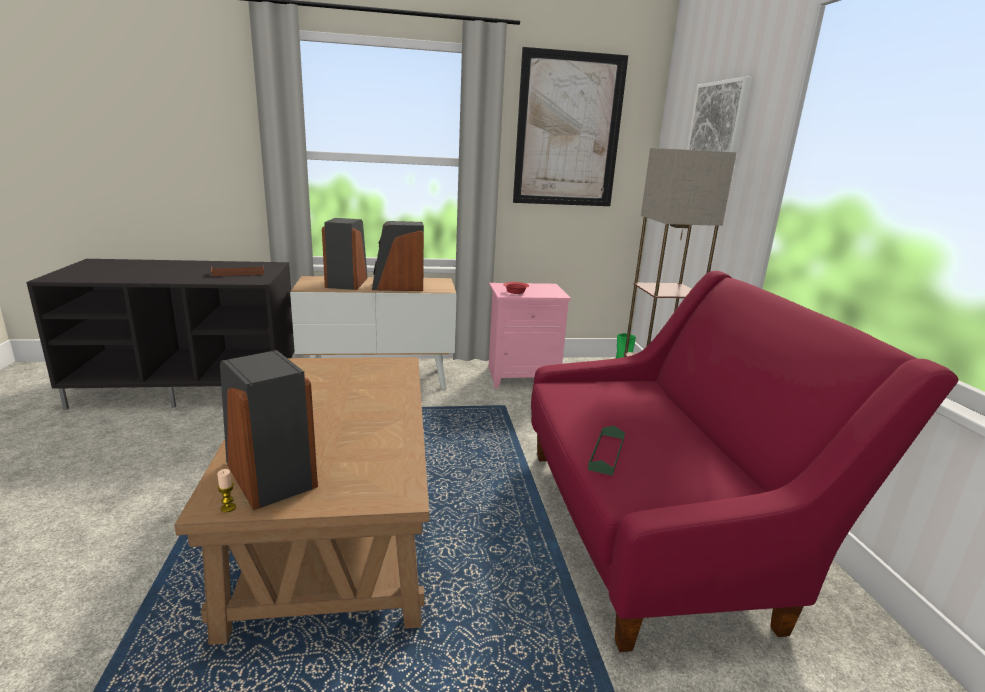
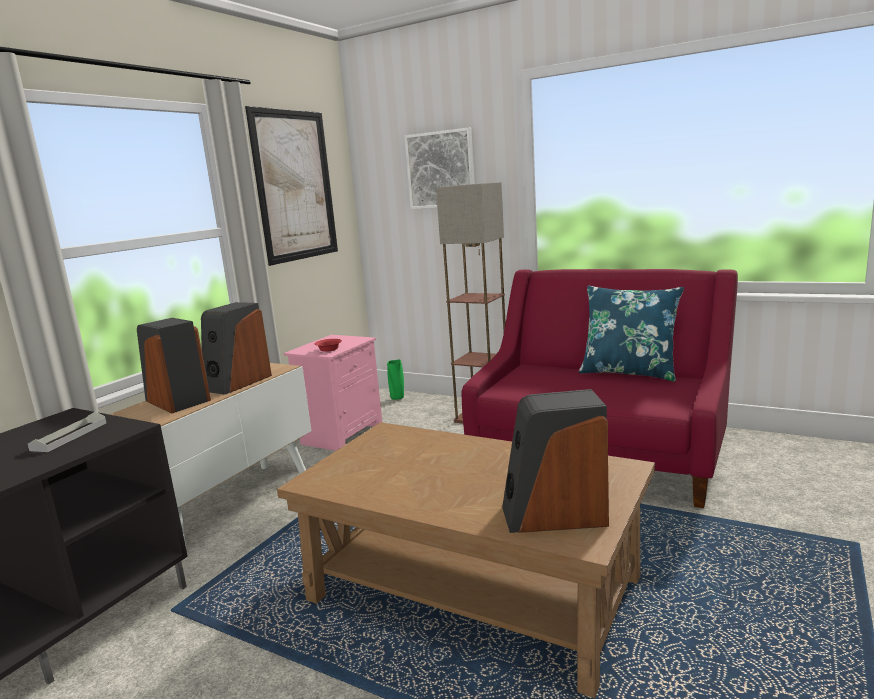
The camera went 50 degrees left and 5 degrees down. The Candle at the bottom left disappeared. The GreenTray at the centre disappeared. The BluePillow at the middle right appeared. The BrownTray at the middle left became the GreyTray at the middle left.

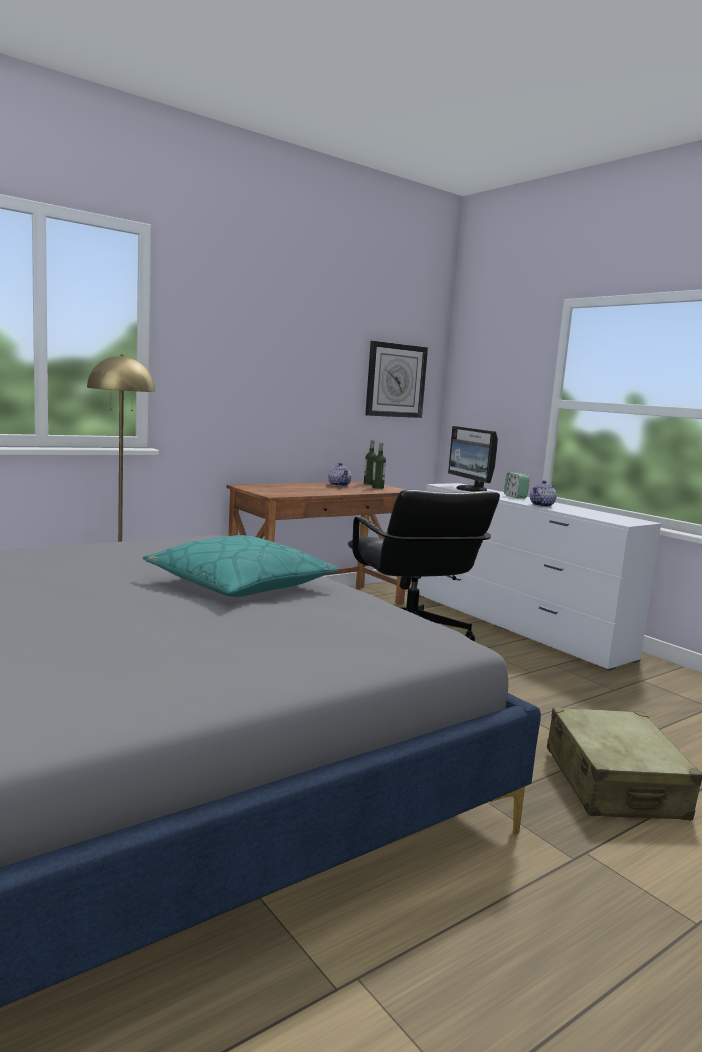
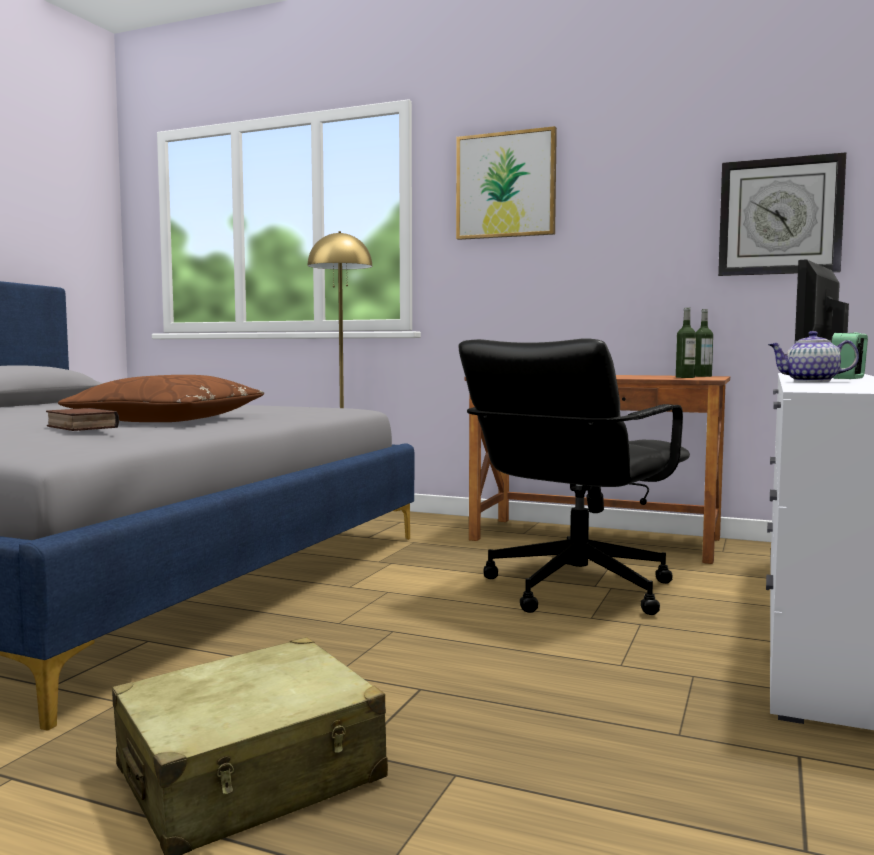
The camera went 60 degrees right and 5 degrees down. The Teapot (1st from left) at the centre disappeared. The Book at the middle left appeared. The Picture at the top centre appeared. The TurquoisePillow at the centre became the BrownPillow at the middle left.

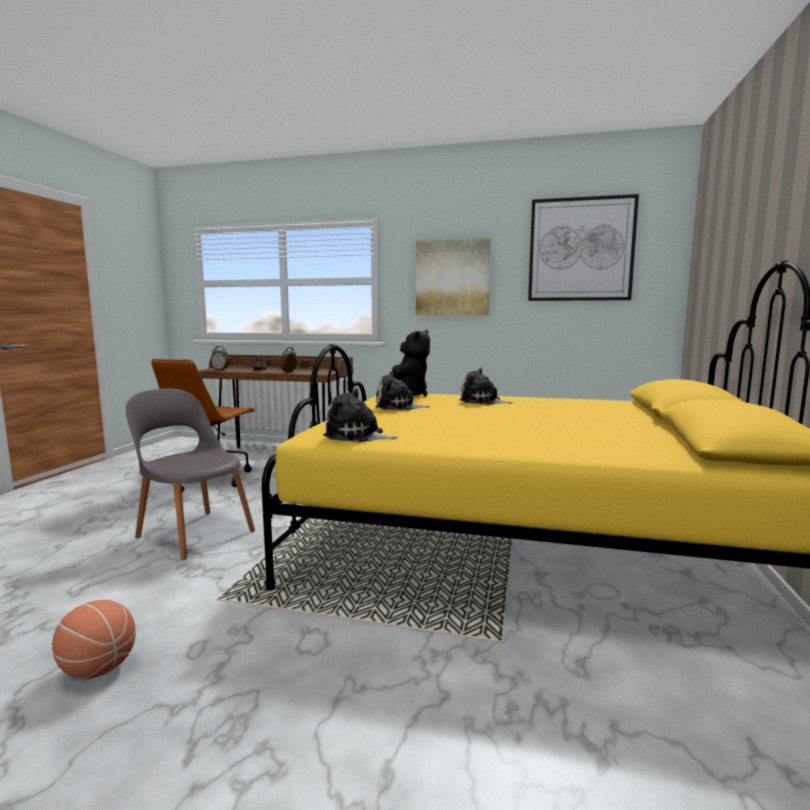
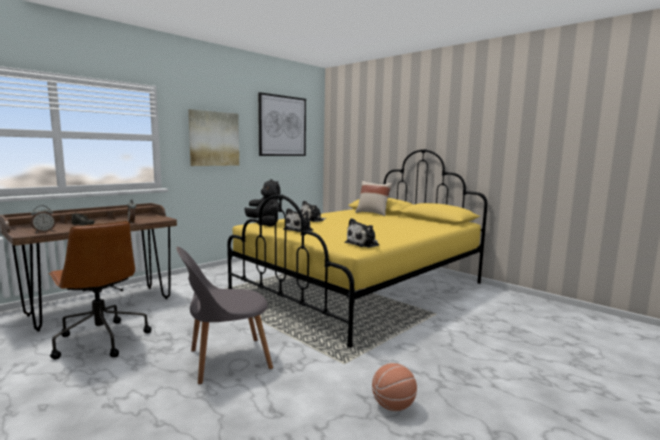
The camera went 60 degrees left and 0 degrees up. The BeigePillow at the centre appeared.

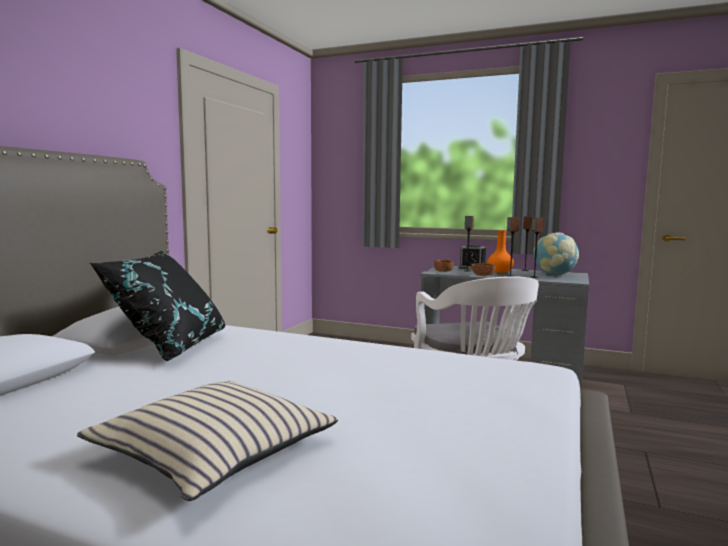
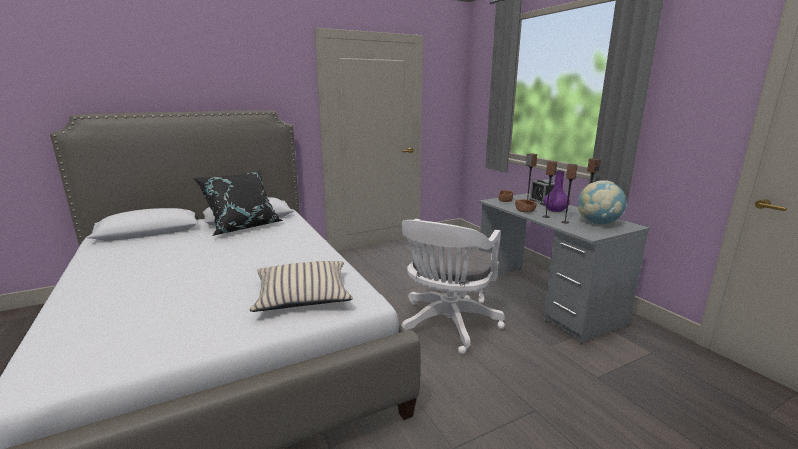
The camera went 40 degrees right and 10 degrees up. The BeigePillow moved from the bottom left to the centre. The OrangeVase at the middle right became the PurpleVase at the middle right.

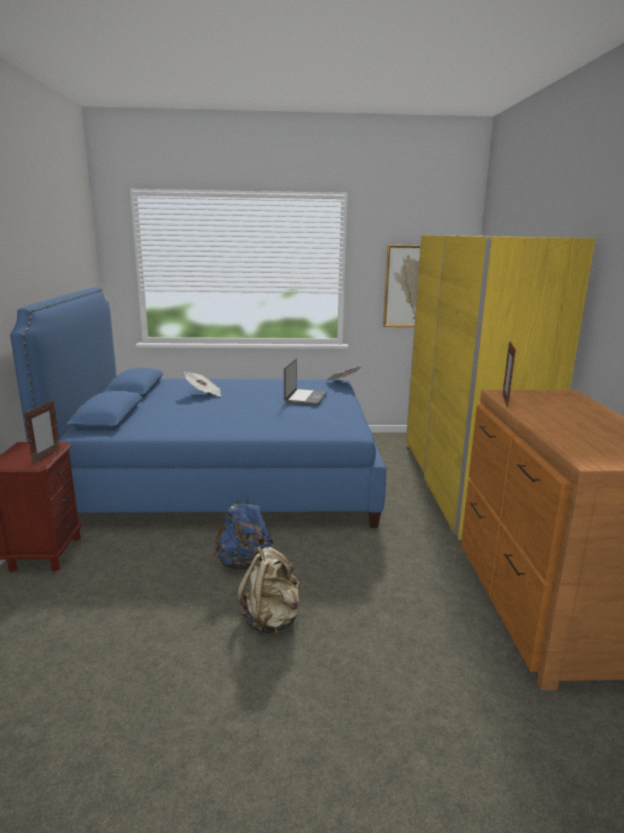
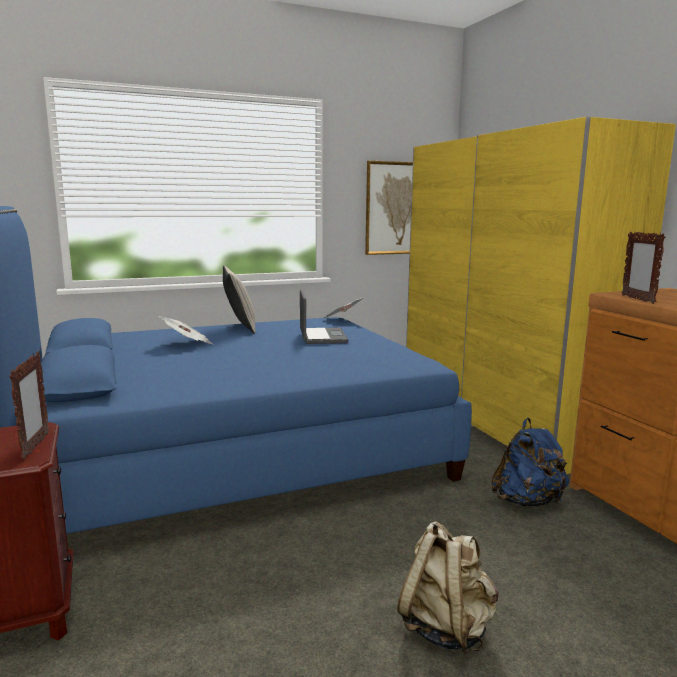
The camera went 20 degrees left and 5 degrees down. The BeigePillow at the centre appeared. The BlueBackpack moved from the centre to the bottom right.

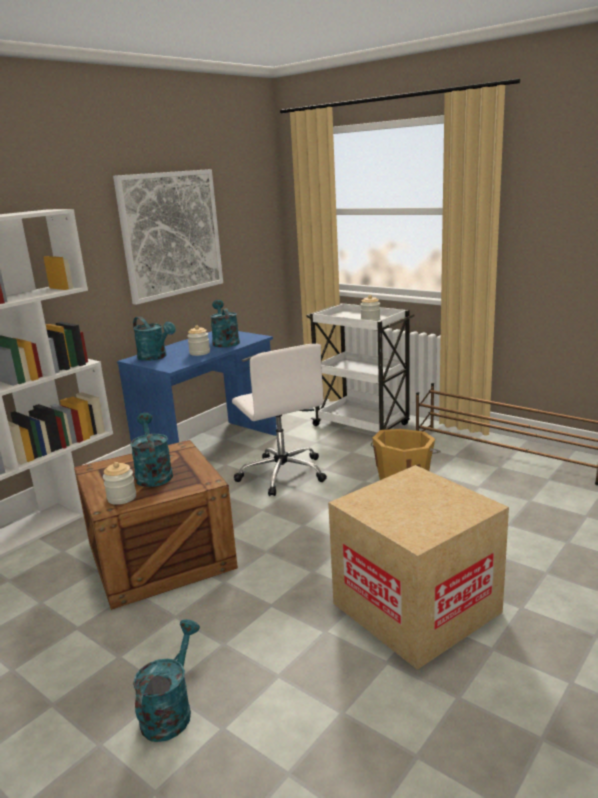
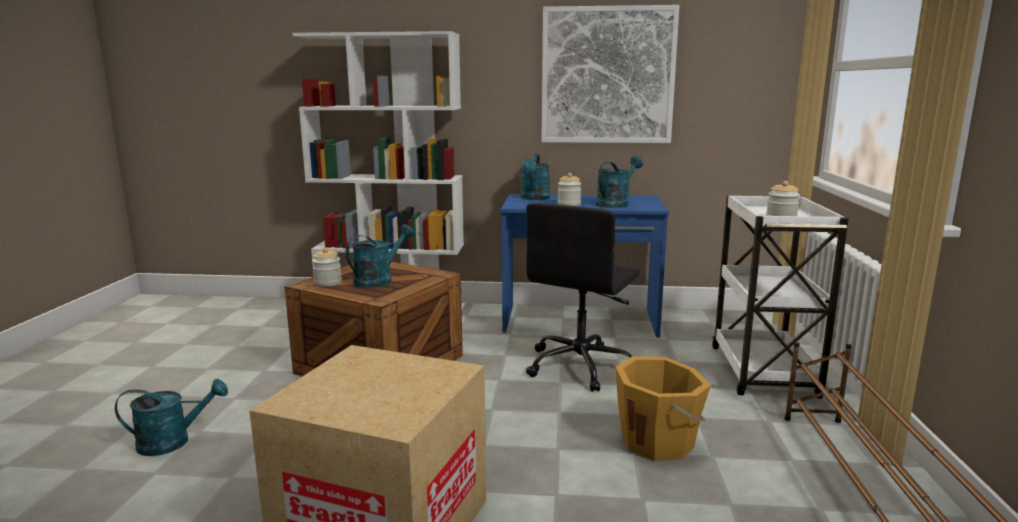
The camera went 55 degrees right and 5 degrees down. The WhiteOfficeChair at the centre became the BlackOfficeChair at the centre.

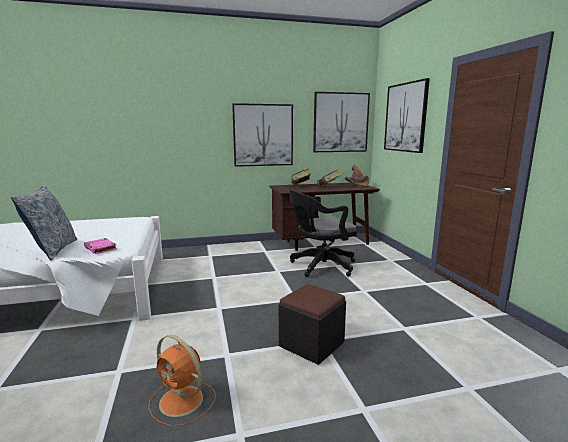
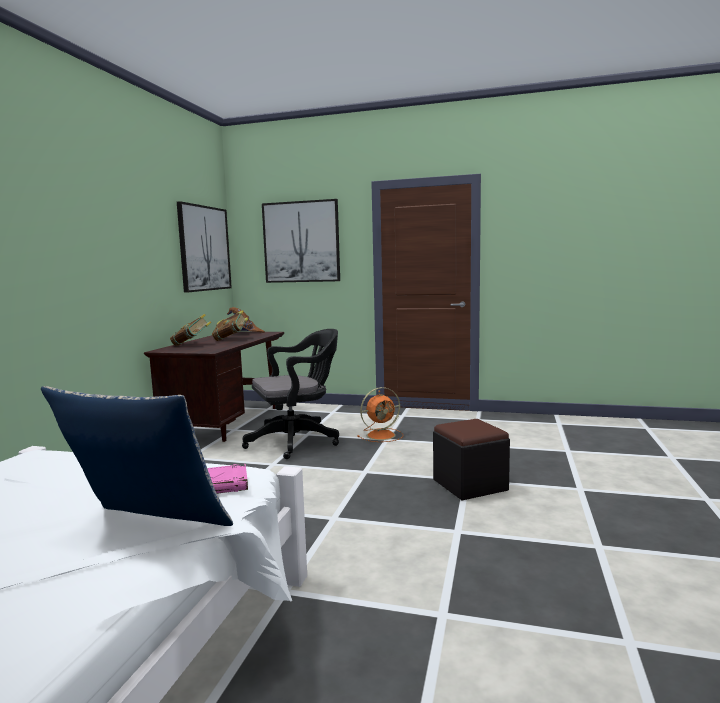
The camera went 60 degrees left and 5 degrees down. The Picture (1st from left) at the top centre disappeared. The OrangeFan moved from the bottom left to the centre. The BlackOfficeChair at the centre turned 120 degrees counterclockwise.

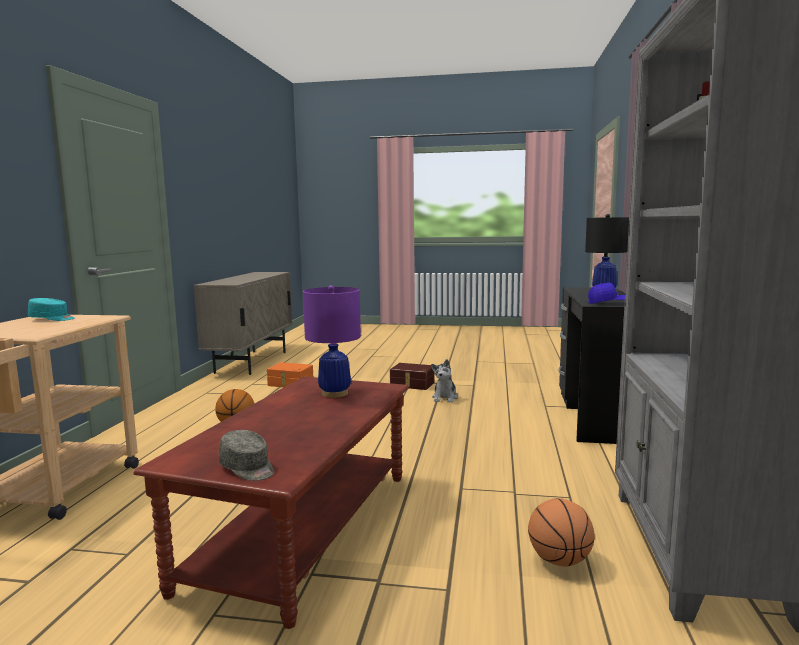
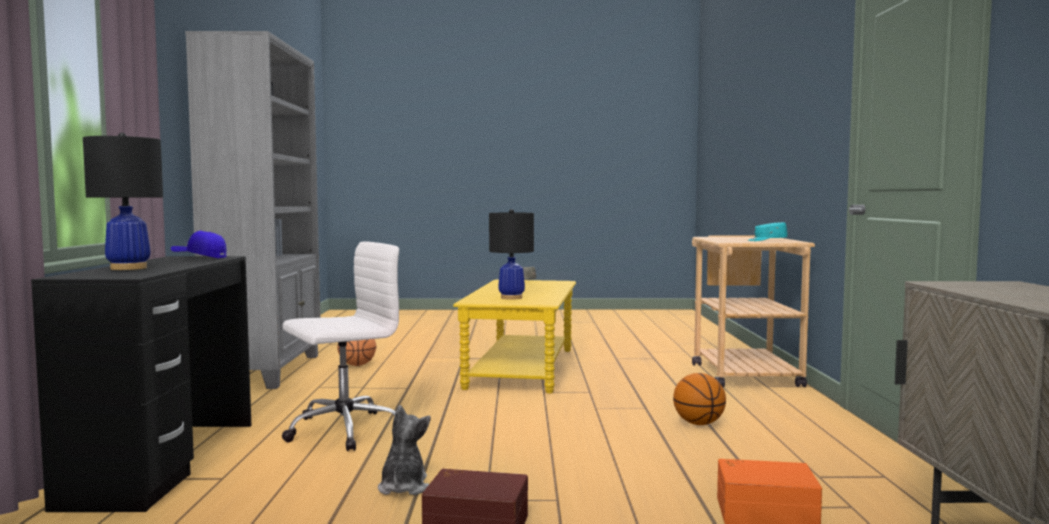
The camera went 170 degrees right and 5 degrees down. The WhiteOfficeChair at the middle left appeared. The BrownCoffeeTable at the bottom centre became the YellowCoffeeTable at the centre. The PurpleTableLamp at the centre became the BlackTableLamp (2nd from left) at the centre.

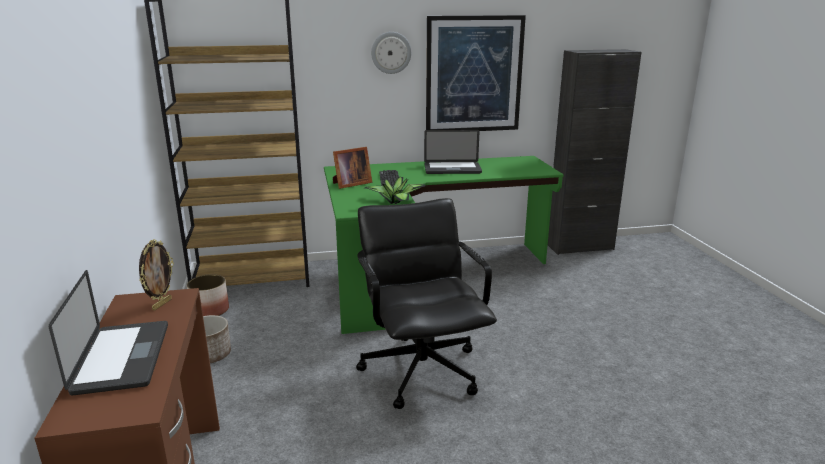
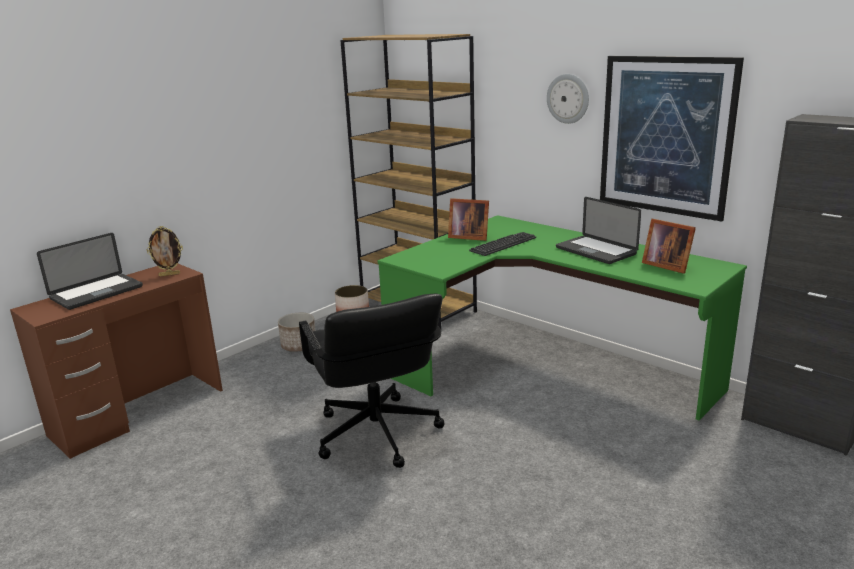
The camera went 55 degrees right and 0 degrees up. The PottedPlant at the centre disappeared. The PictureFrame (3rd from left) at the middle right appeared. The BlackOfficeChair at the centre turned 120 degrees clockwise.

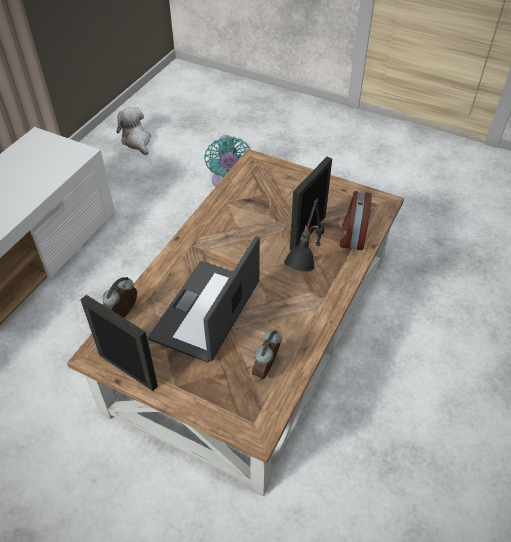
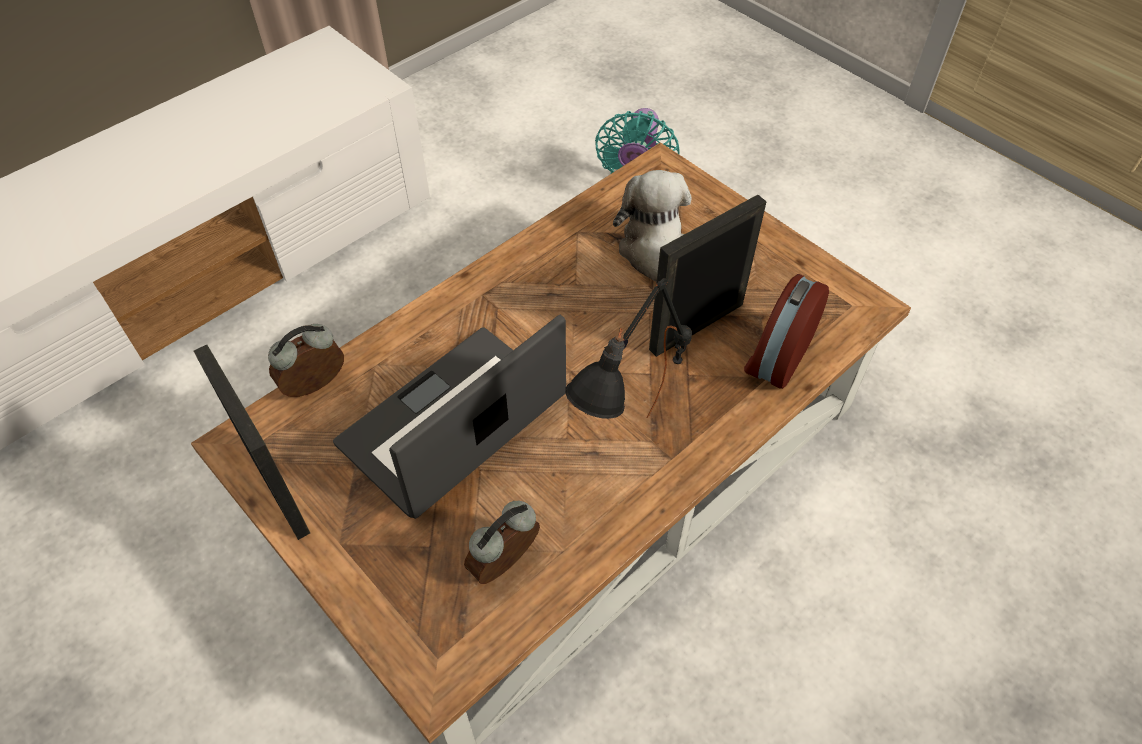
The camera went 20 degrees right and 5 degrees up. The PlushToy moved from the top left to the top centre.

